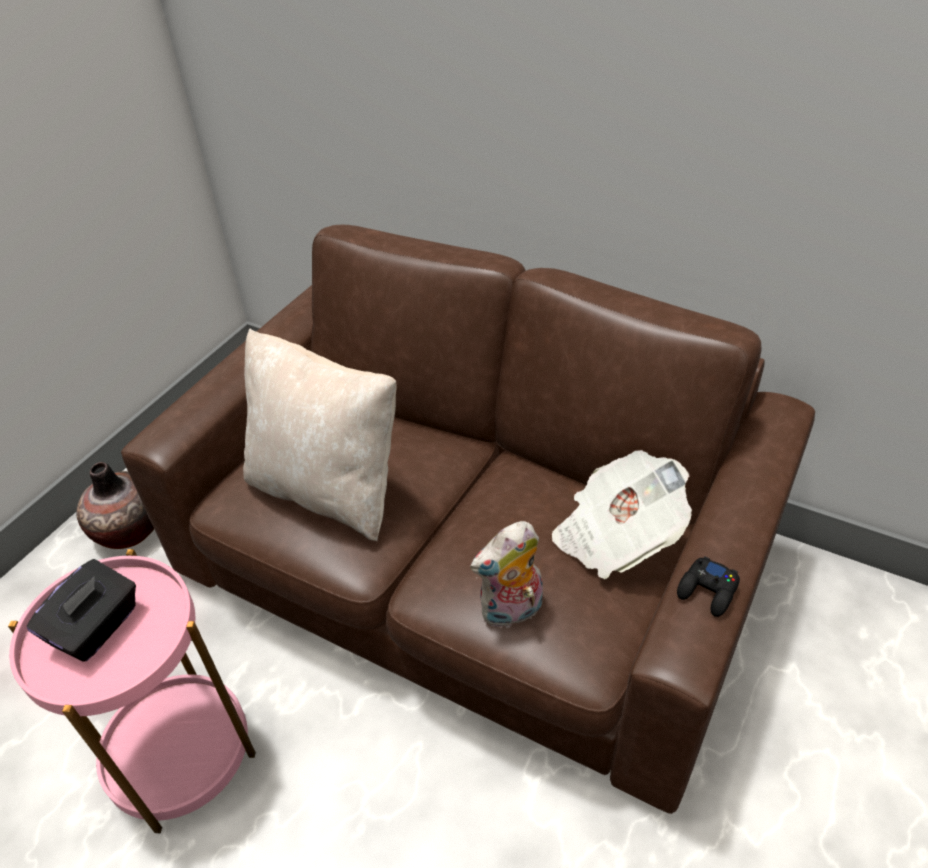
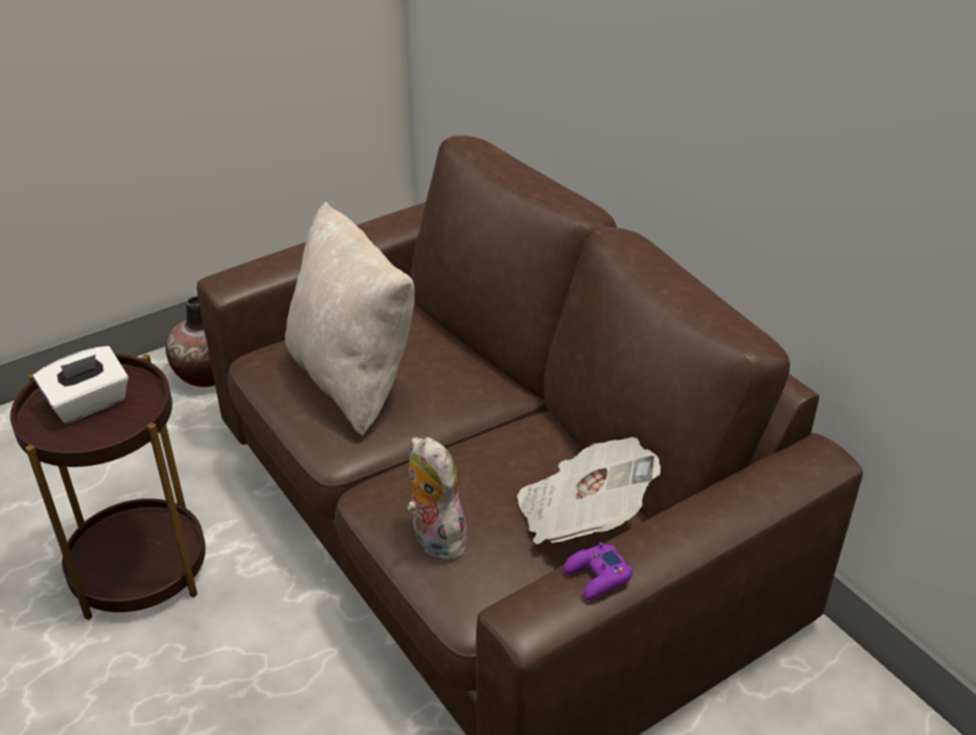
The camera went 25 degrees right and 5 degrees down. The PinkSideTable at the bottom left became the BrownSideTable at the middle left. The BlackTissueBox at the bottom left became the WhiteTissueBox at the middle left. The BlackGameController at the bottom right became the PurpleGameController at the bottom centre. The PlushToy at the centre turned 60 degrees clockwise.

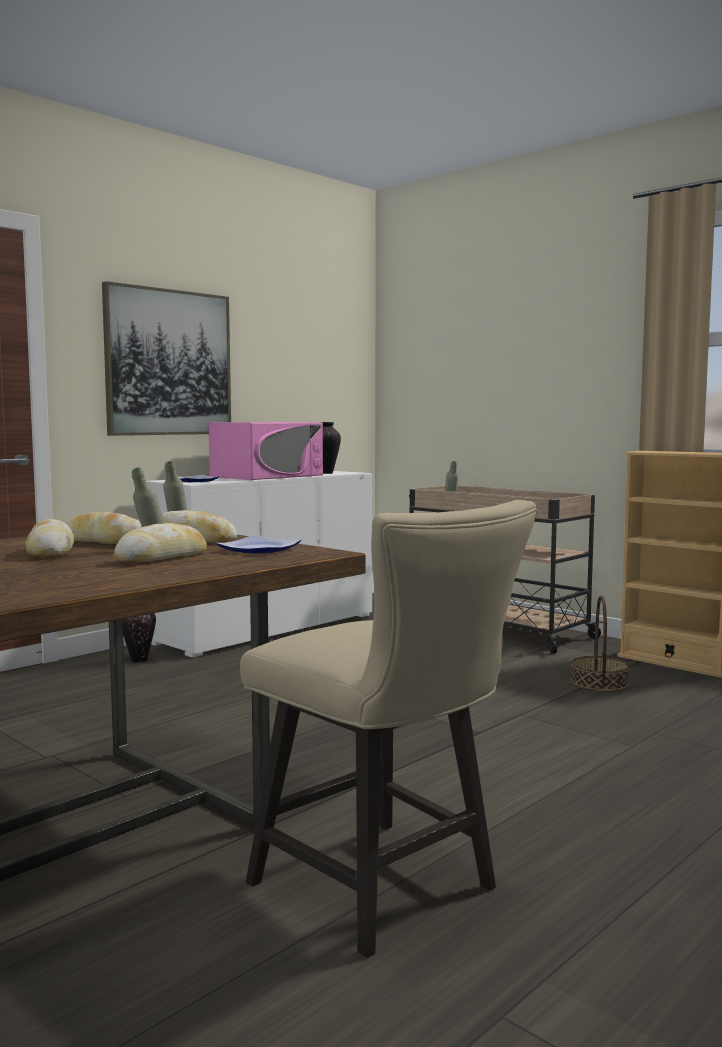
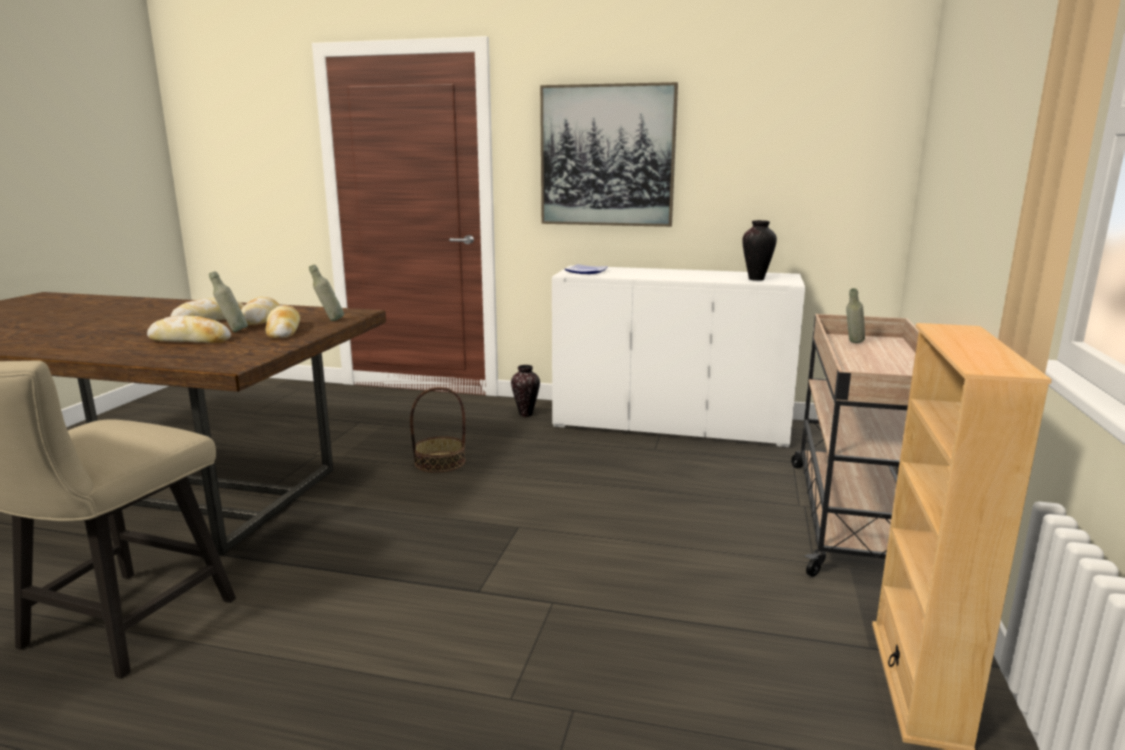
The camera went 60 degrees right and 10 degrees up. The PinkMicrowave at the centre disappeared. The Plate (2nd from left) at the centre disappeared. The Basket moved from the middle right to the centre.

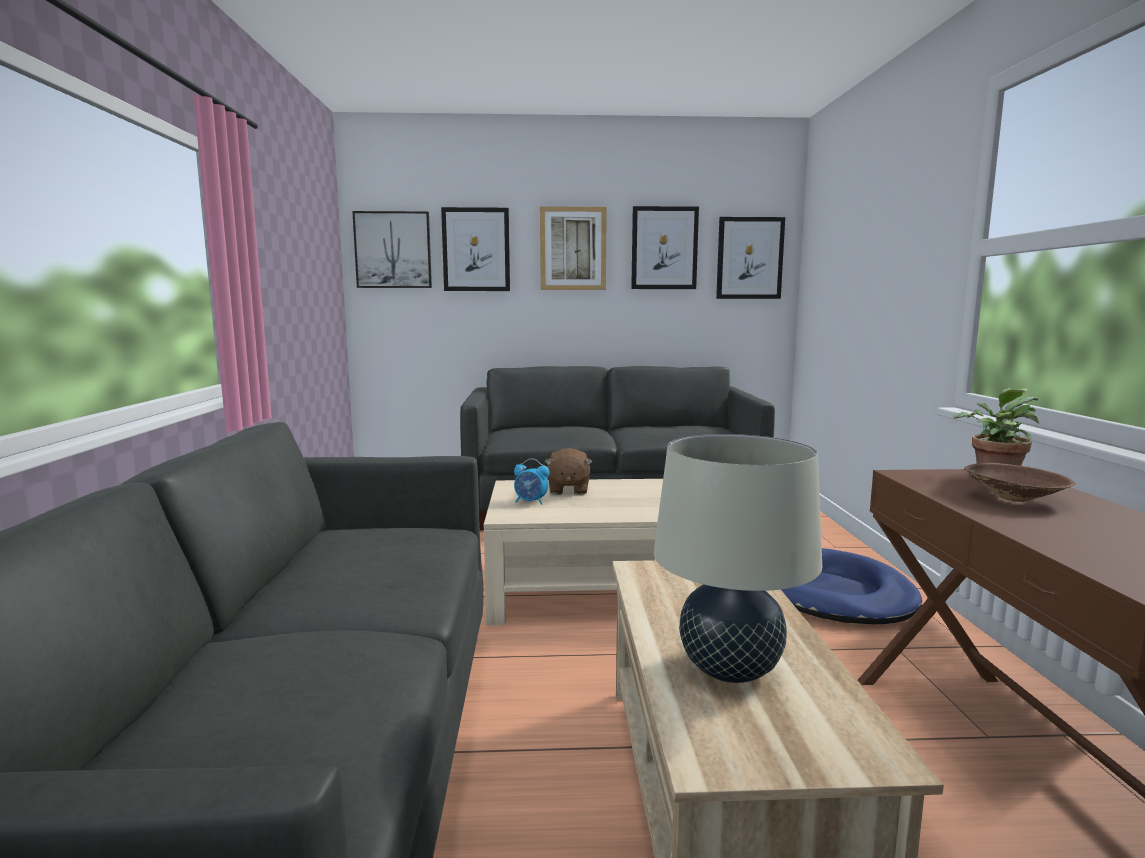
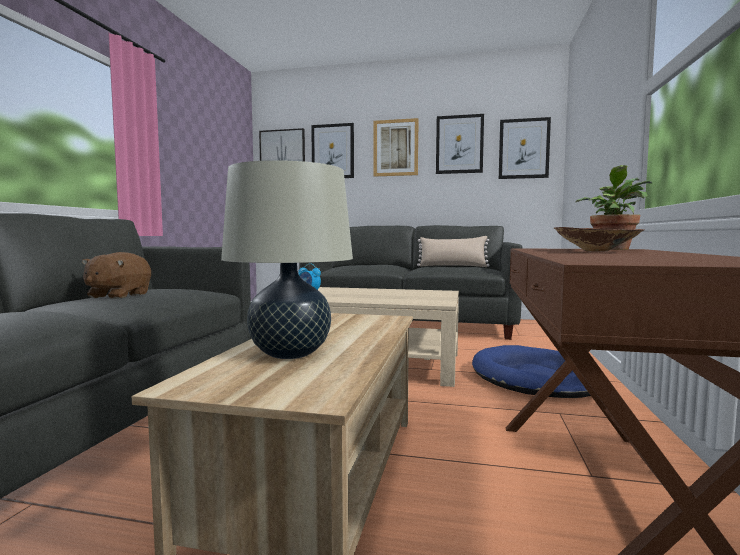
The camera went 15 degrees right and 5 degrees down. The BeigePillow at the centre appeared. The BrownPlushToy moved from the centre to the middle left.

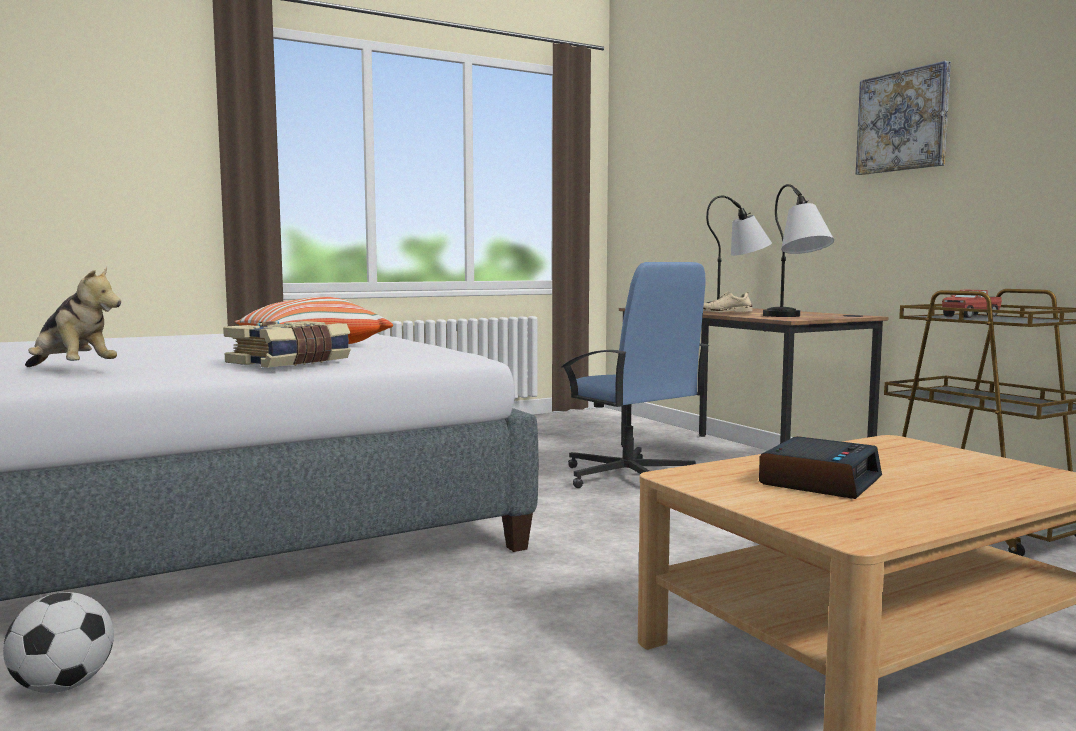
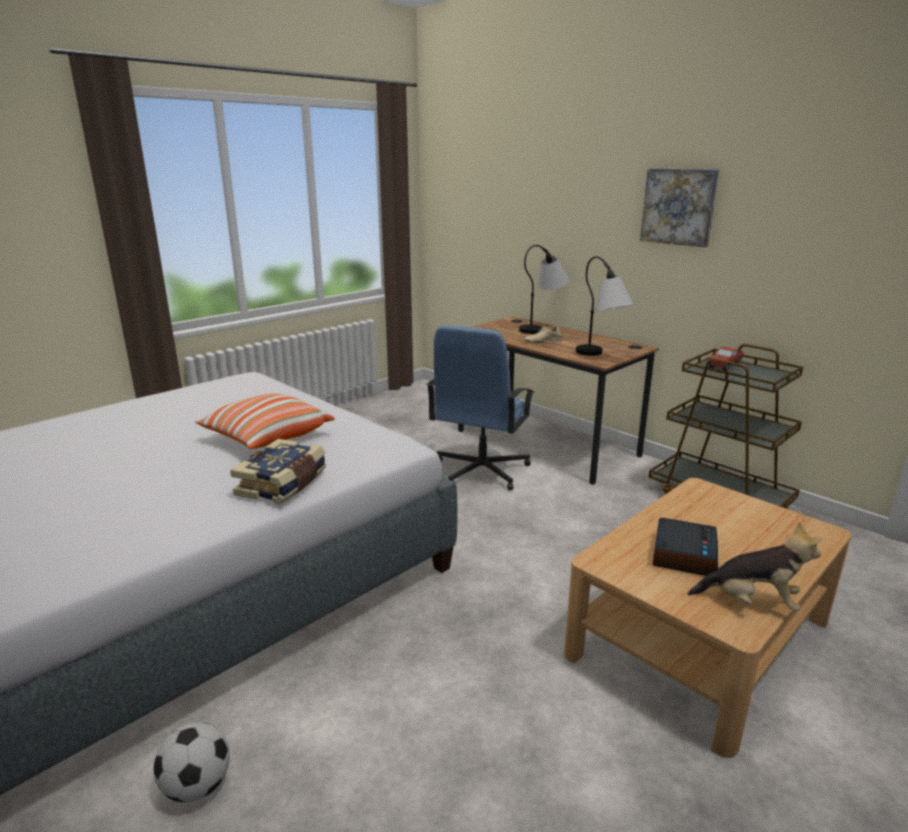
The camera went 15 degrees left and 15 degrees up. The PlushToy moved from the middle left to the bottom right. The BlueOfficeChair at the centre turned 75 degrees clockwise.

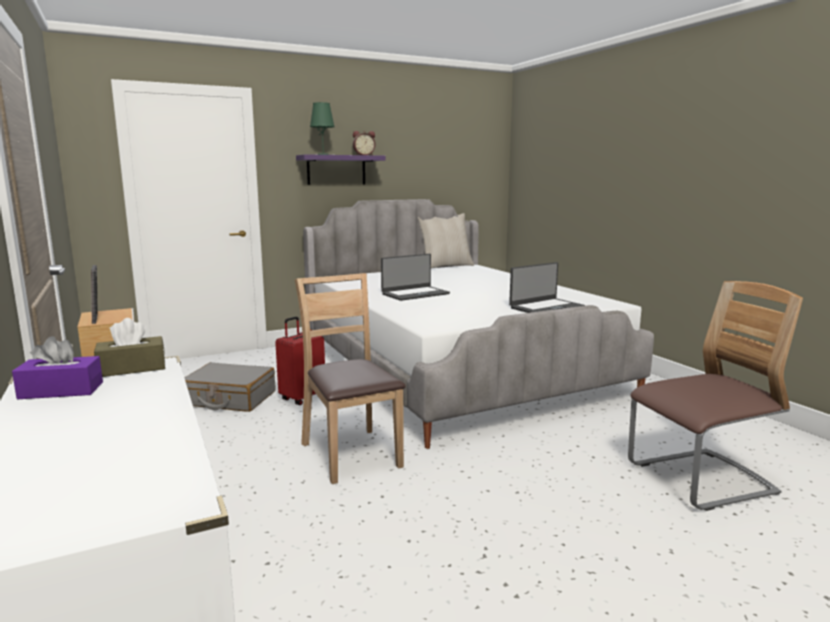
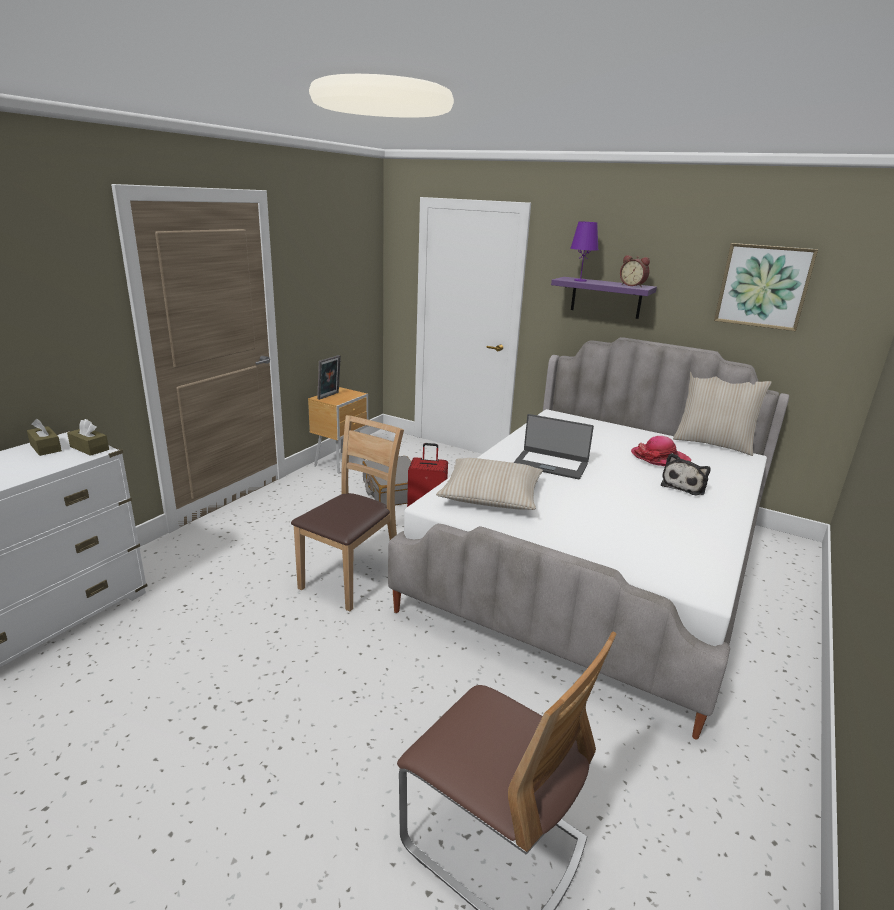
The camera went 55 degrees right and 10 degrees up. The Laptop (2nd from left) at the centre disappeared. The BeigePillow (1st from left) at the centre appeared. The Hat at the middle right appeared. The PlushToy at the middle right appeared. The Picture at the top right appeared. The PurpleTissueBox at the middle left became the BrownTissueBox (1st from left) at the middle left. The GreenTableLamp at the top centre became the PurpleTableLamp at the top centre.

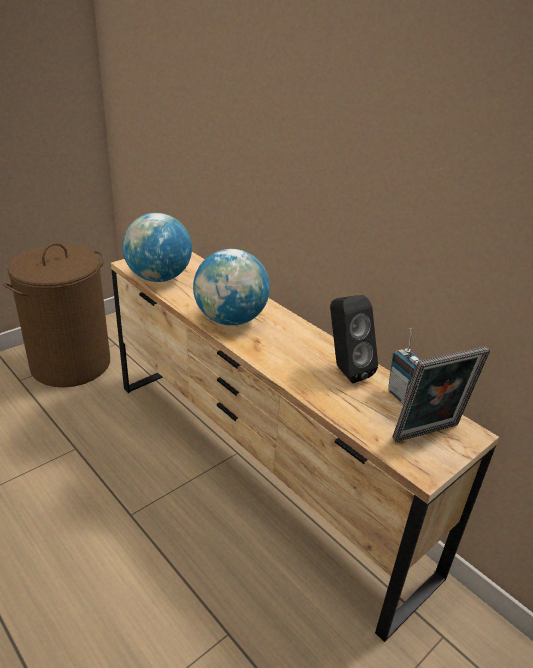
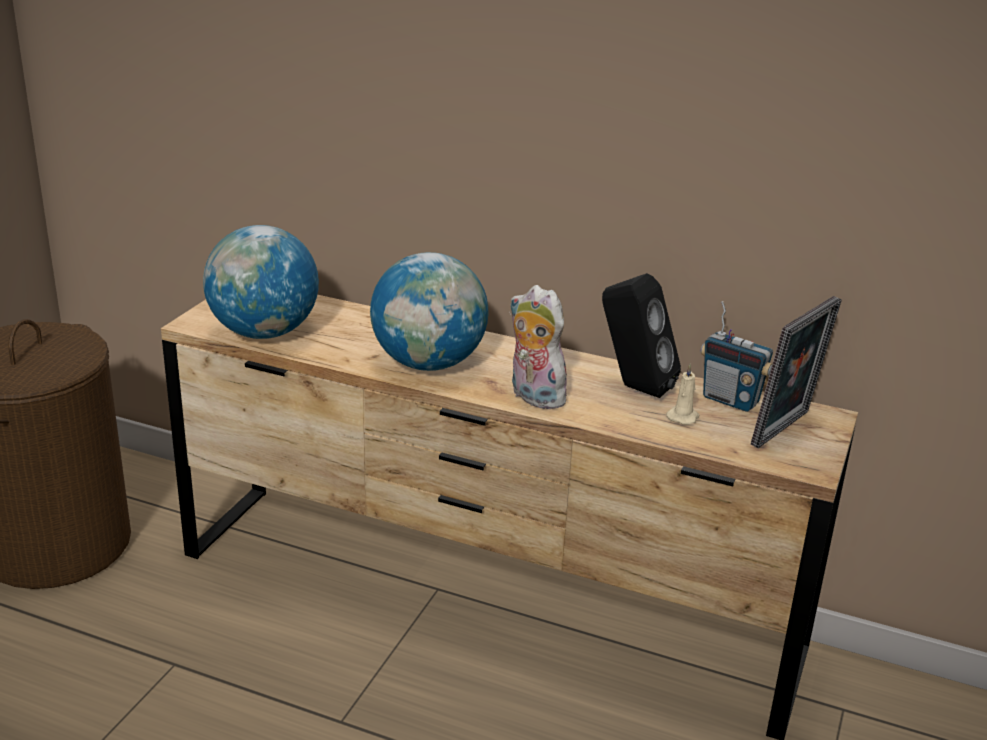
The camera went 25 degrees left and 5 degrees down. The PlushToy at the centre appeared. The BeigeCandle at the middle right appeared.

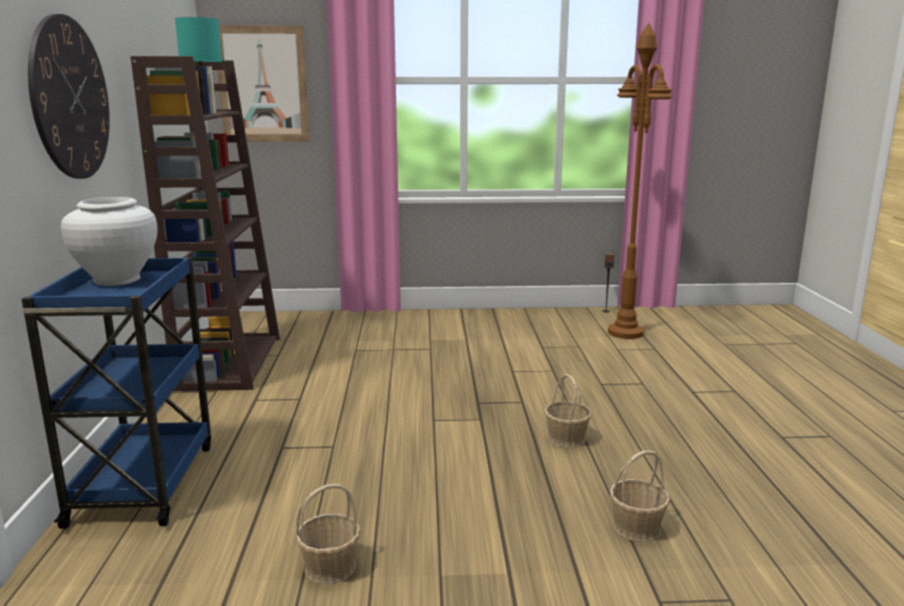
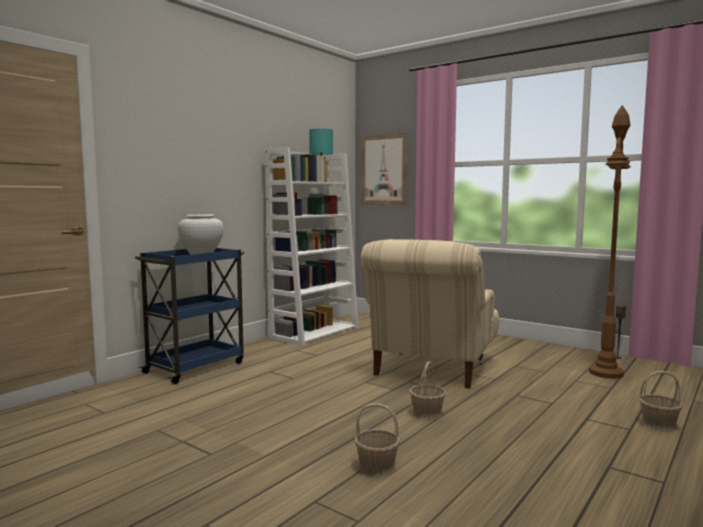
The camera went 40 degrees right and 10 degrees down. The WallClock at the top left disappeared. The BeigeArmchair at the centre appeared. The Basket (1st from left in the first image) moved from the bottom centre to the bottom right. The BrownBookcase at the middle left became the WhiteBookcase at the centre.

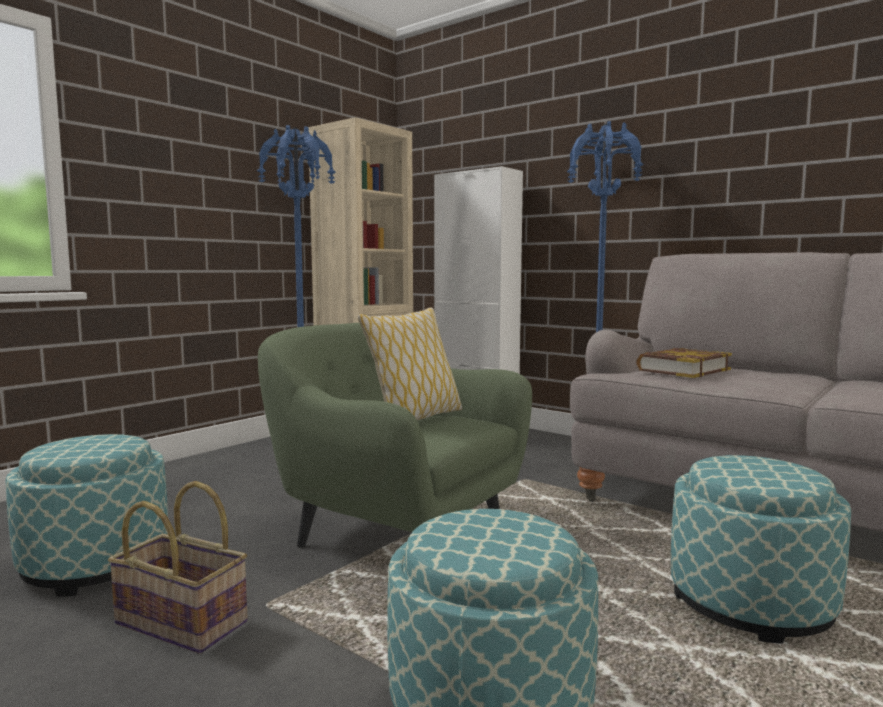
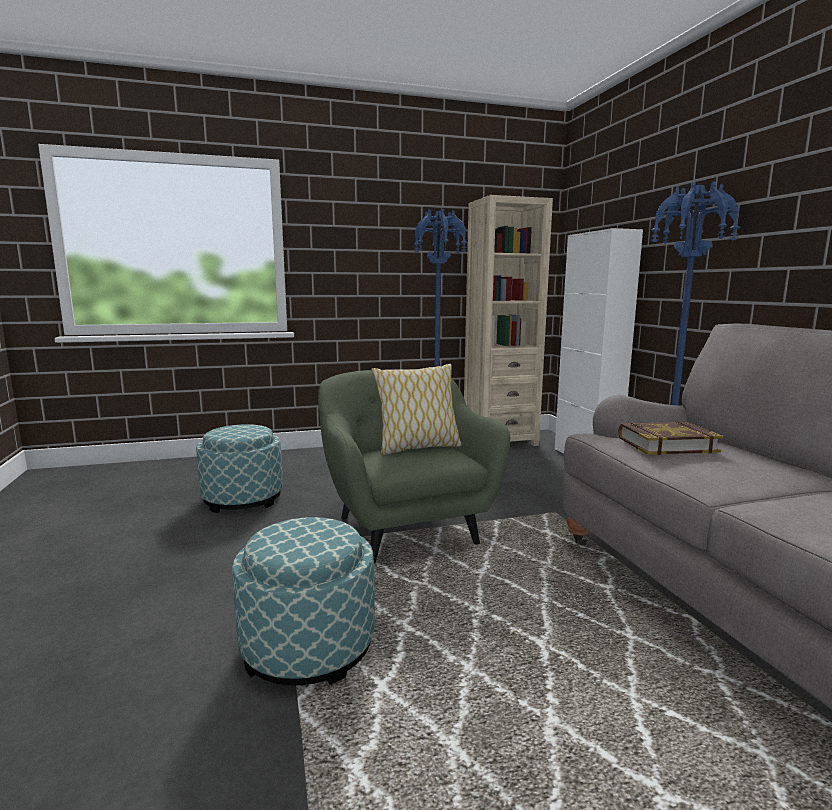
The camera went 35 degrees right and 5 degrees up. The Basket at the bottom left disappeared. The Ottoman (3rd from left) at the bottom right disappeared.

